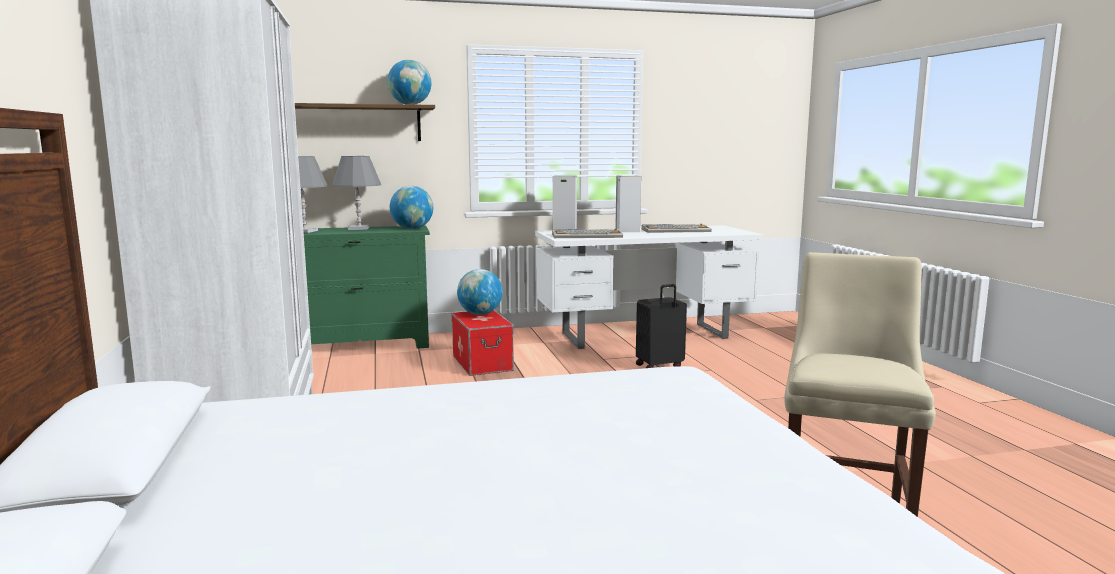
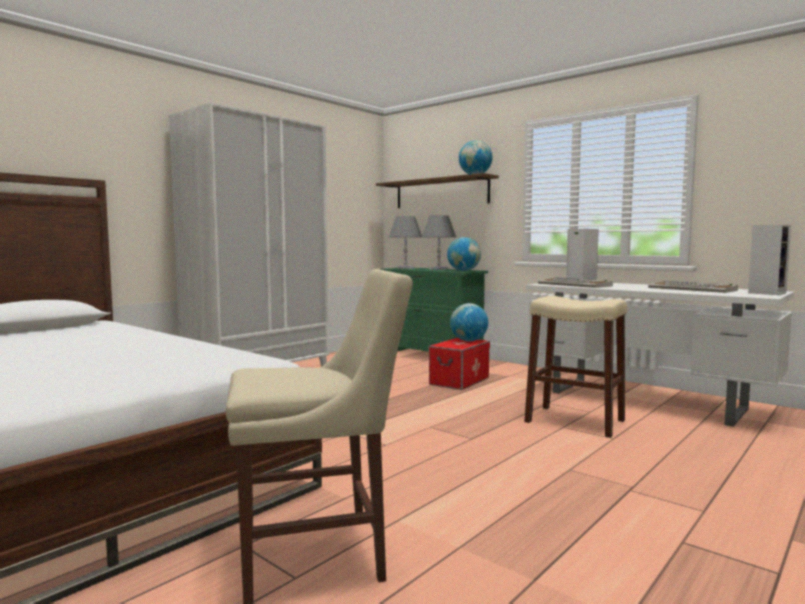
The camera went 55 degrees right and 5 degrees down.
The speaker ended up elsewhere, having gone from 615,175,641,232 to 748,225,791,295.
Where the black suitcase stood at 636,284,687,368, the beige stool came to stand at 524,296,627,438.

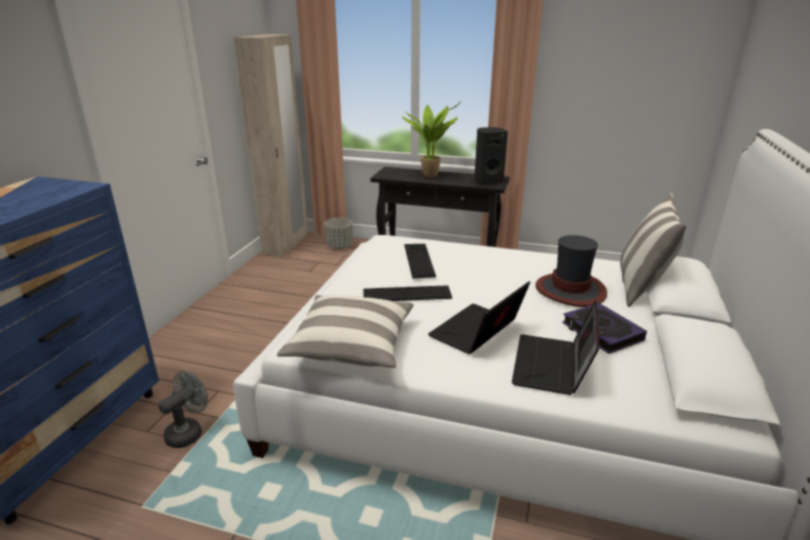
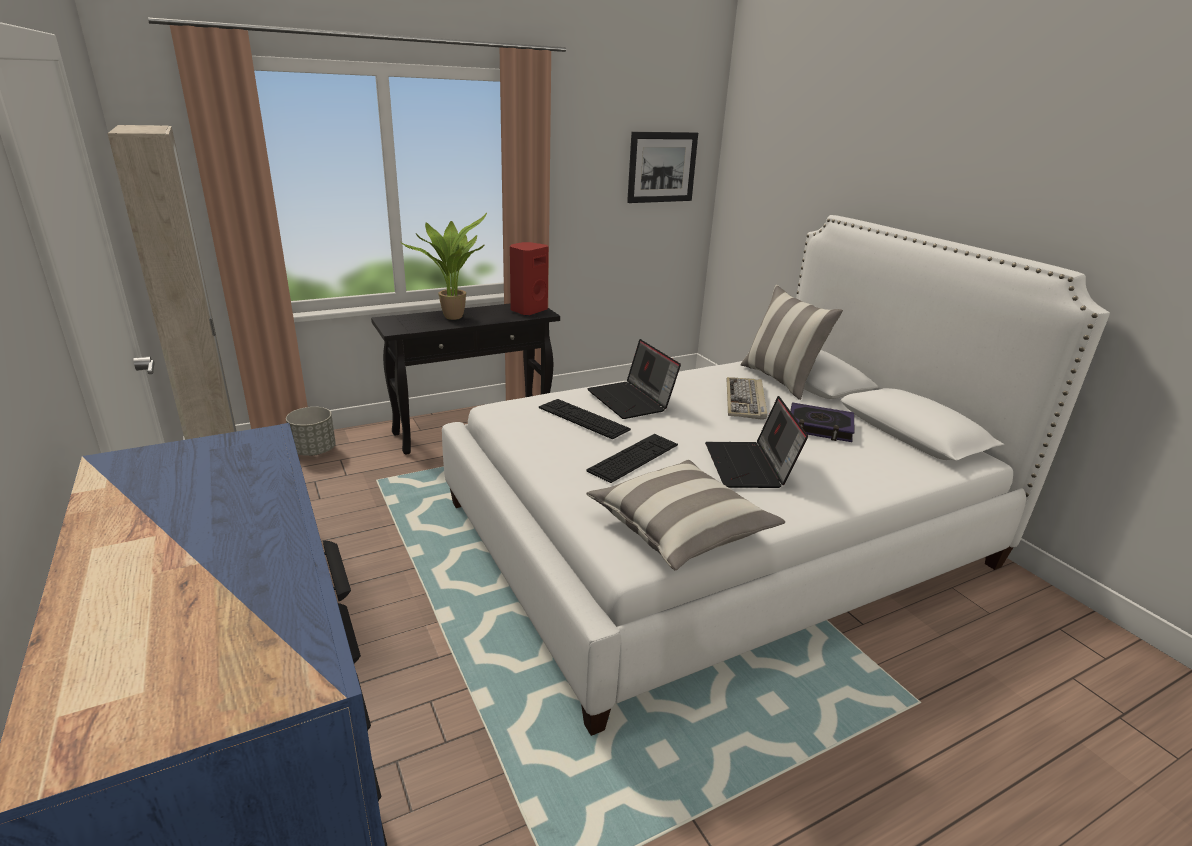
The camera went 45 degrees left and 0 degrees up.
What was the black speaker at 474,127,508,185 turned into the red speaker at 510,242,548,316.
Where the hat stood at 535,235,607,307, the keyboard came to stand at 726,377,767,420.
The laptop ended up elsewhere, having gone from 512,300,600,395 to 587,339,681,419.
The second view lost the grey fan at 158,371,208,448.
The second view gained the picture at 627,132,698,203.

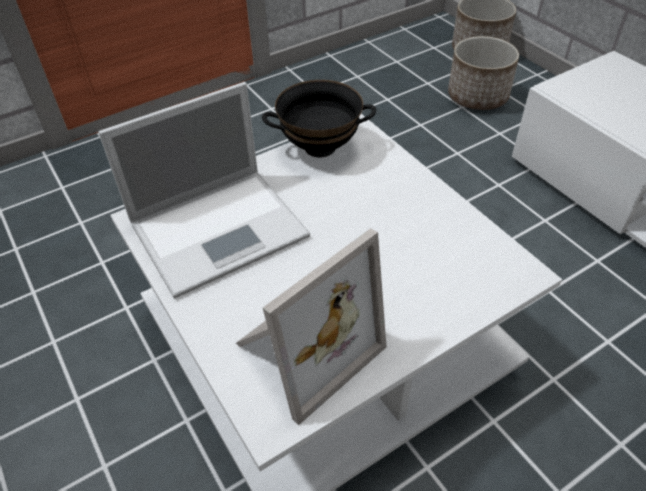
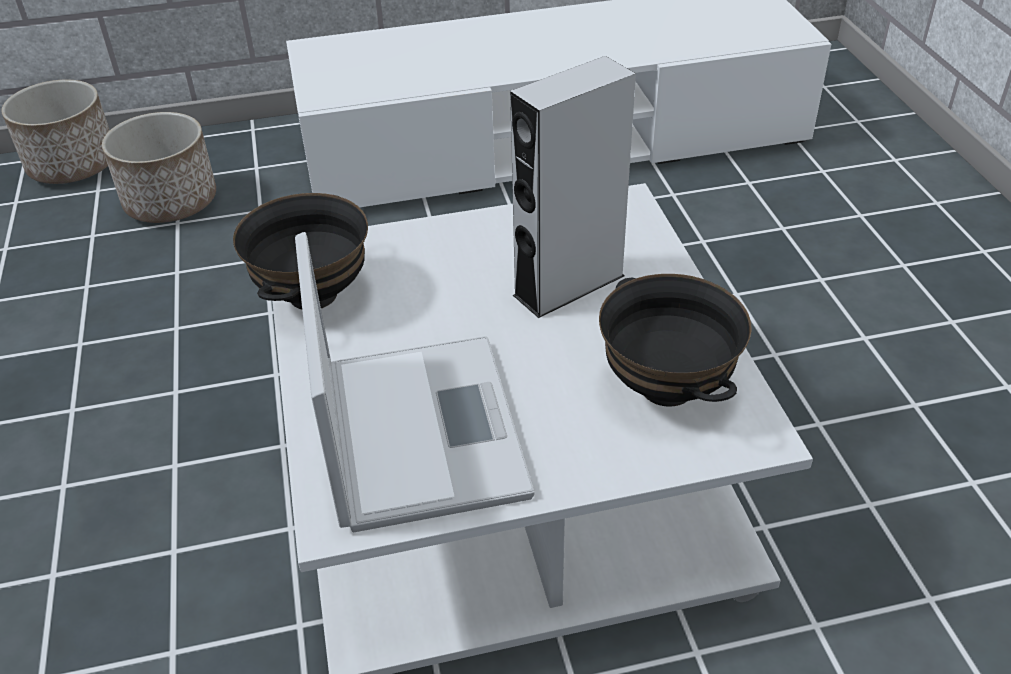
The camera went 70 degrees left and 5 degrees down.
Where the picture frame stood at 236,228,387,425, the black bowl came to stand at 599,274,751,407.
The second view gained the grey speaker at 510,56,636,318.

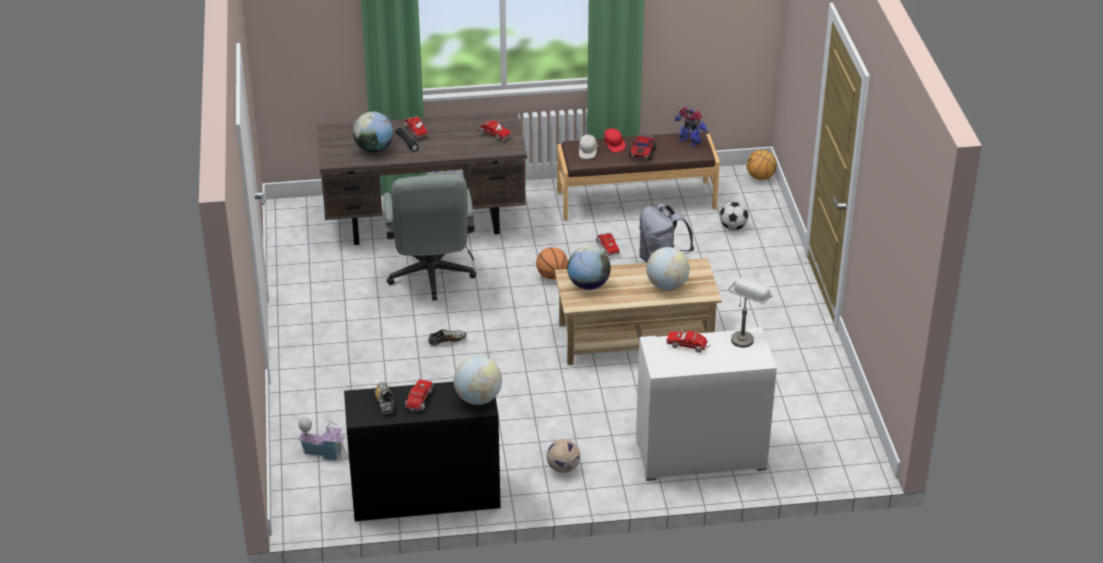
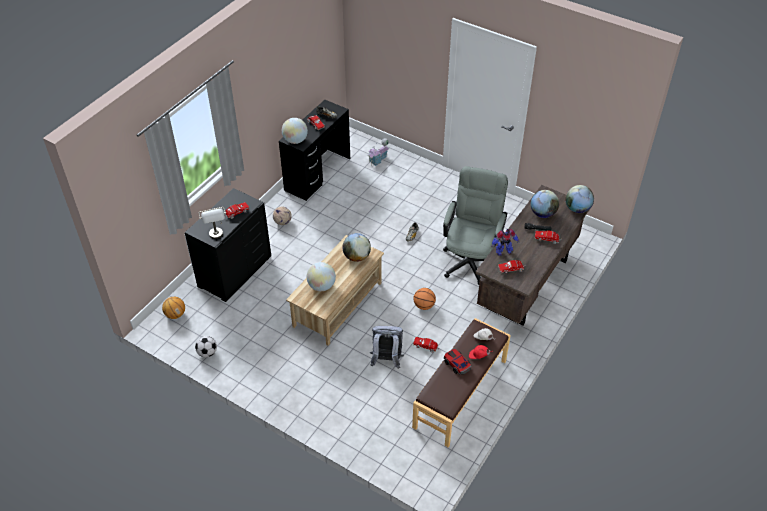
The camera went 130 degrees right and 10 degrees up.
The toy robot ended up elsewhere, having gone from 675,106,708,146 to 491,229,519,256.
The basketball ended up elsewhere, having gone from 747,150,777,180 to 162,297,185,319.
The grey office chair at 383,174,477,301 ended up facing another way, 75 degrees clockwise from before.
The football ended up elsewhere, having gone from 720,201,749,230 to 195,336,217,357.
What was the white dresser at 636,327,777,481 turned into the black dresser at 185,188,271,302.
The second view gained the globe at 565,185,594,213.

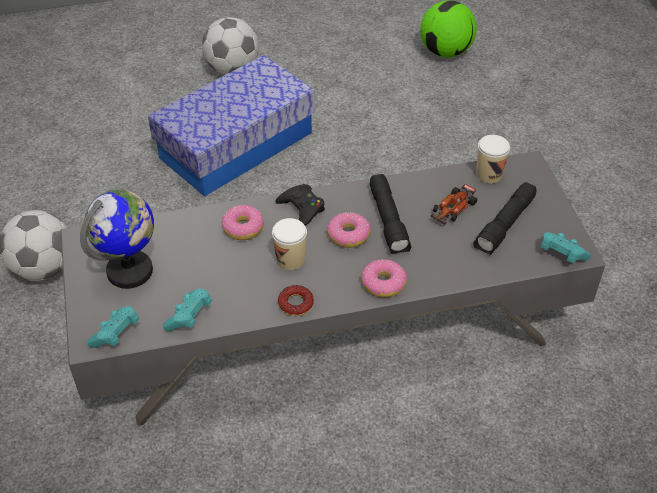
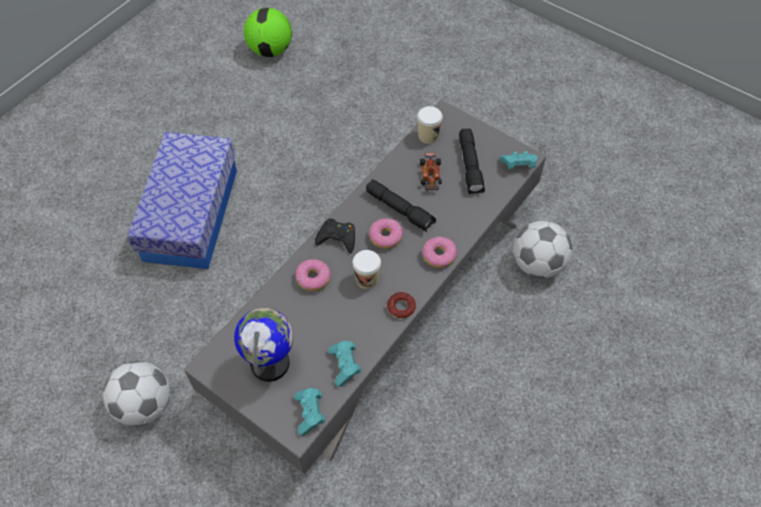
The camera went 40 degrees left and 10 degrees up.
The football ended up elsewhere, having gone from 202,17,259,75 to 513,221,572,278.

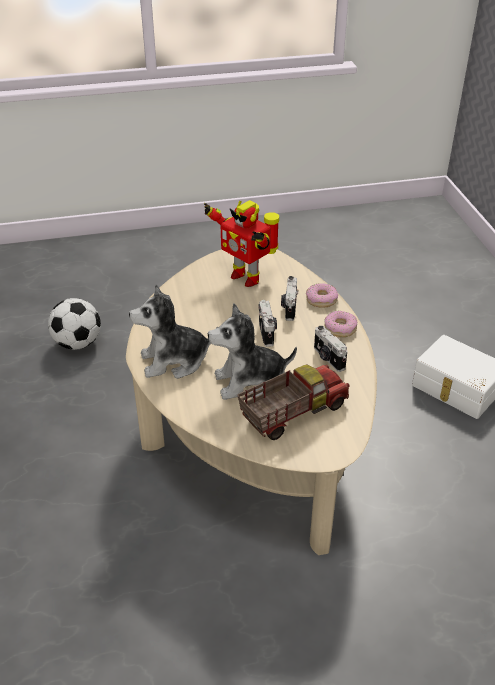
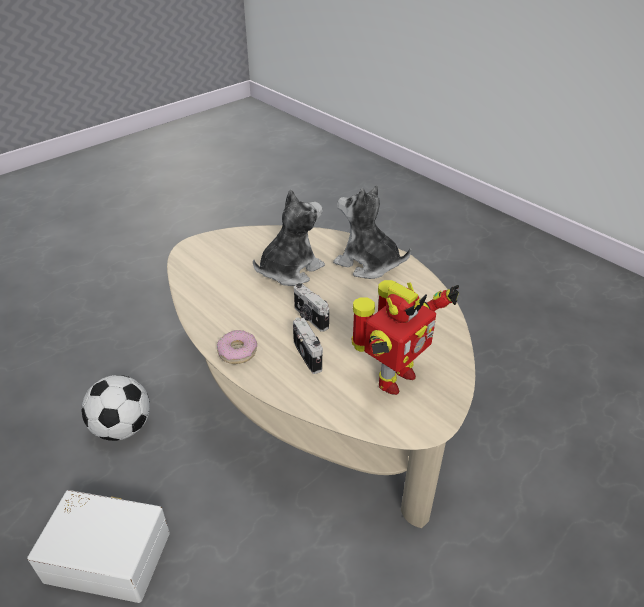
The camera went 150 degrees right and 0 degrees up.
The toy robot at 204,200,279,287 ended up facing another way, 120 degrees clockwise from before.
The second view lost the donut at 306,283,338,308.
The plush toy at 129,284,218,379 ended up facing another way, 105 degrees counterclockwise from before.
The football ended up elsewhere, having gone from 48,298,101,350 to 81,375,150,441.
The second view lost the photo camera at 314,326,347,372.
The second view lost the toy truck at 237,364,350,440.

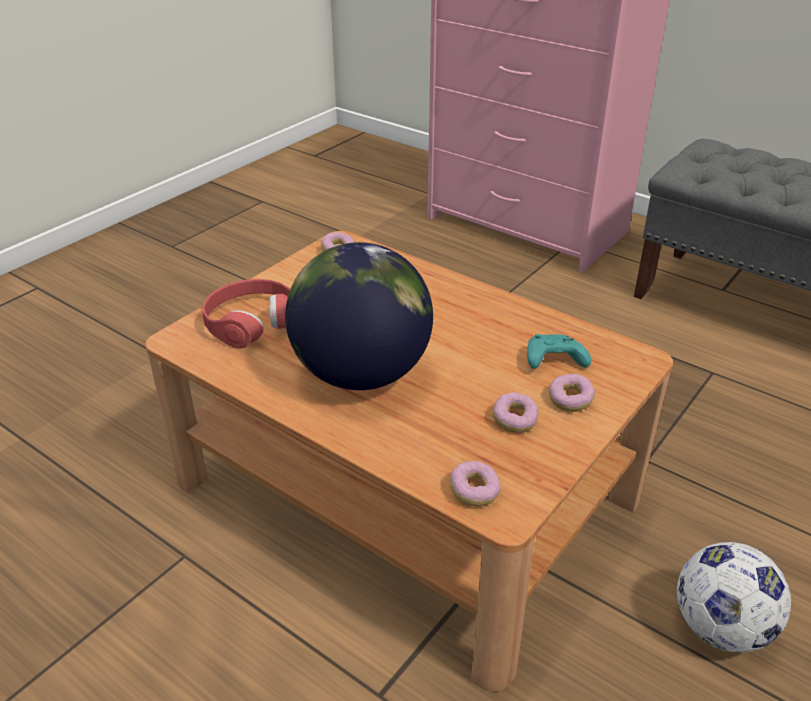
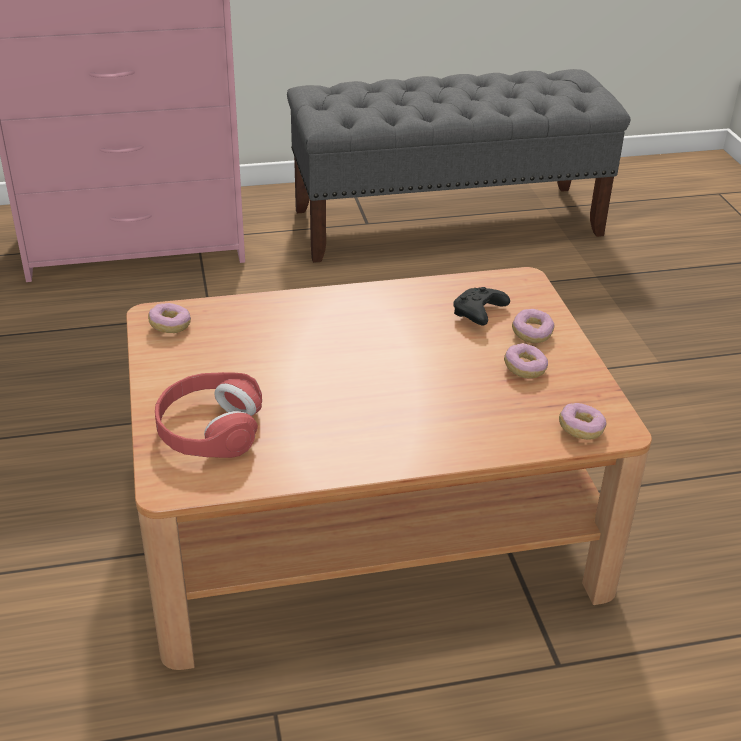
The camera went 50 degrees left and 0 degrees up.
The second view lost the globe at 285,242,433,390.
What was the turquoise game controller at 527,334,591,369 turned into the black game controller at 453,287,510,326.
The second view lost the football at 677,542,791,652.

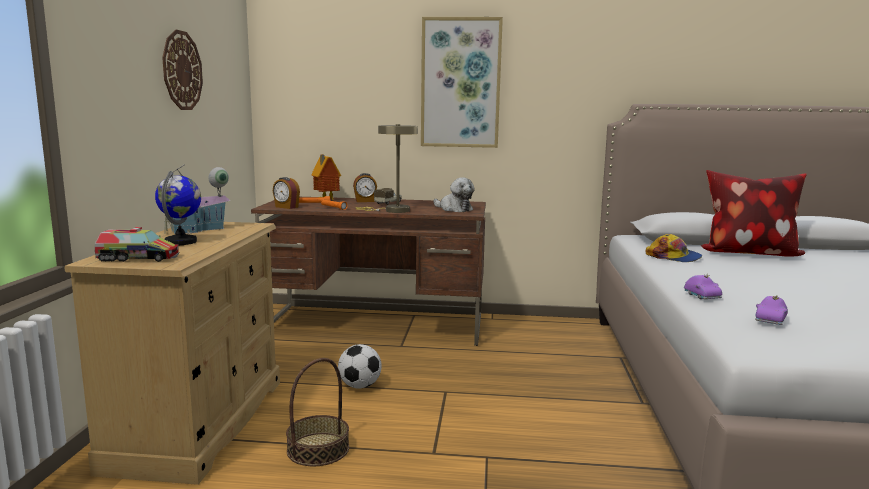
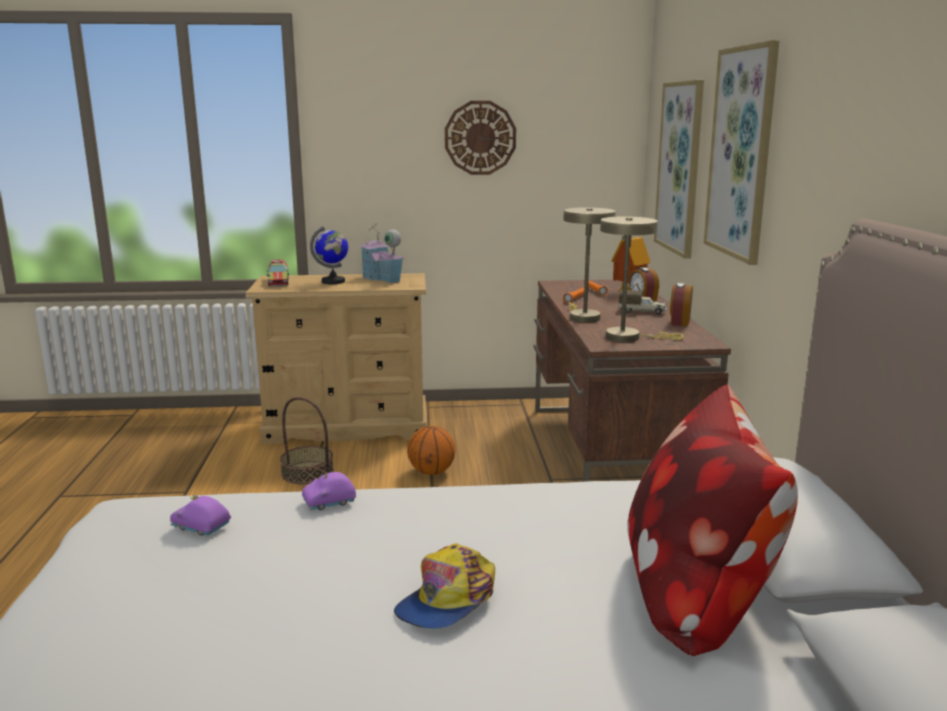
The camera went 80 degrees right and 5 degrees up.
The alarm clock ended up elsewhere, having gone from 273,177,300,209 to 670,283,693,326.
Where the plush toy stood at 433,178,475,212, the beige table lamp came to stand at 600,216,684,342.
The cap ended up elsewhere, having gone from 646,234,702,262 to 394,543,495,629.
Where the football stood at 338,344,382,389, the basketball came to stand at 407,426,455,475.
The second view gained the picture at 654,80,704,259.

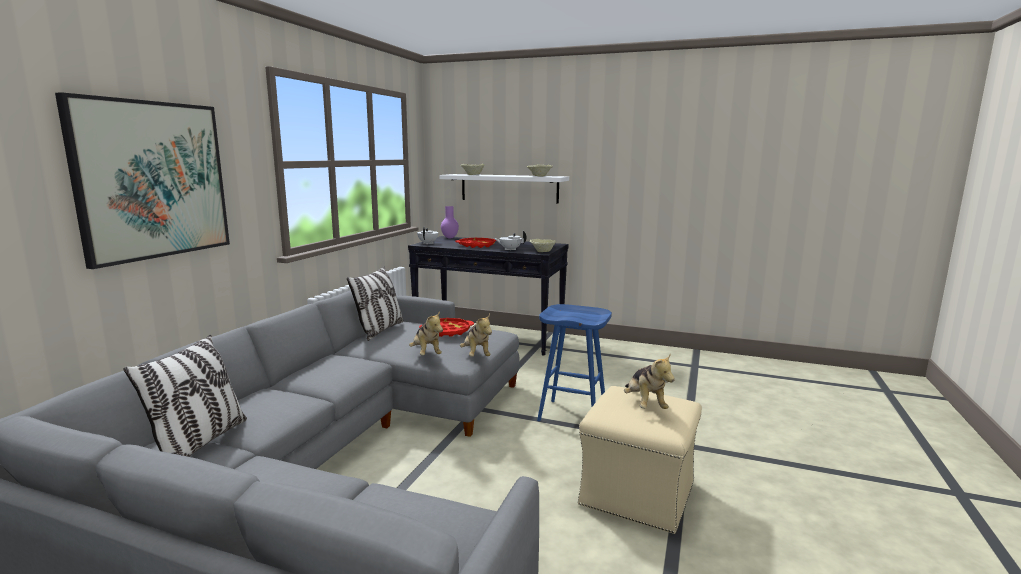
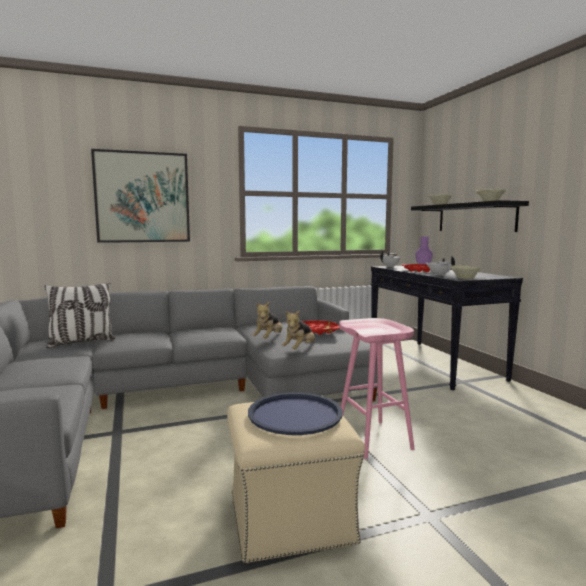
The camera went 50 degrees right and 5 degrees down.
What was the white shelf at 439,174,569,204 turned into the black shelf at 411,200,529,232.
The second view lost the pillow at 347,267,404,341.
What was the blue stool at 537,304,612,421 turned into the pink stool at 339,318,415,459.
Where the plush toy stood at 624,353,675,409, the blue tray came to stand at 248,393,343,435.

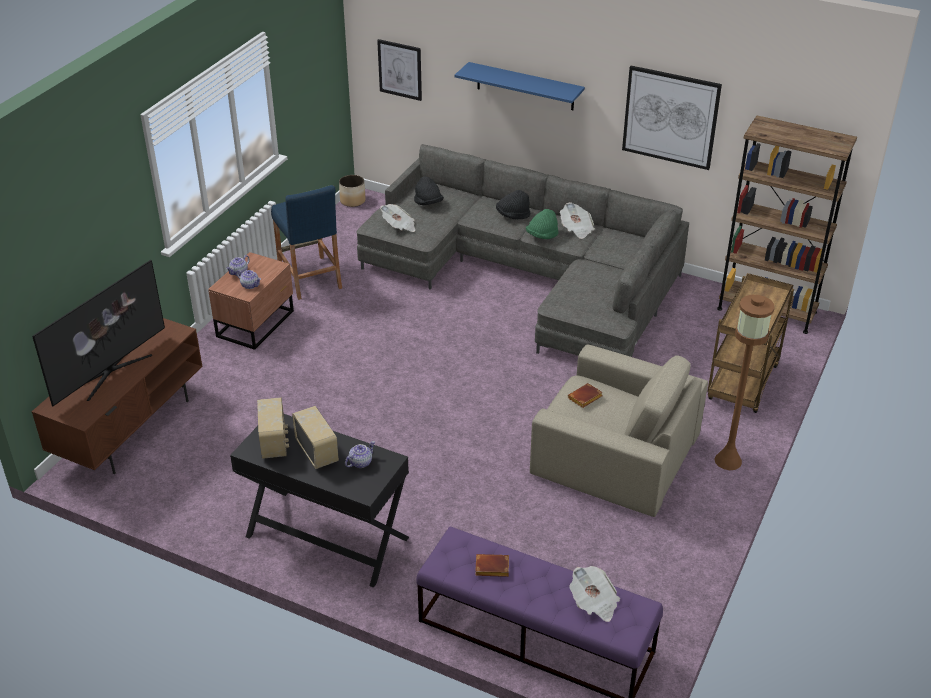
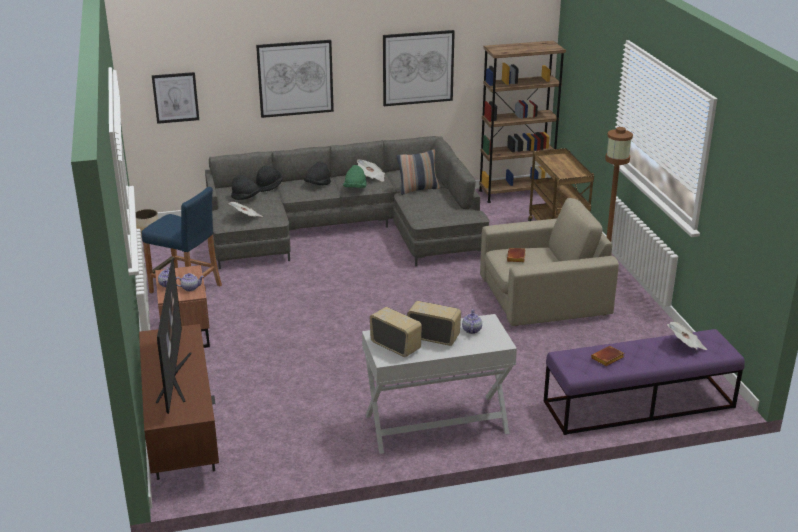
The camera went 40 degrees left and 10 degrees down.
Where the blue shelf hung at 454,62,585,110, the picture came to hang at 256,40,334,118.
What was the black console table at 230,414,409,588 turned into the white console table at 362,314,517,454.
The second view gained the pillow at 397,149,440,195.
The second view gained the black hat at 256,166,283,192.

